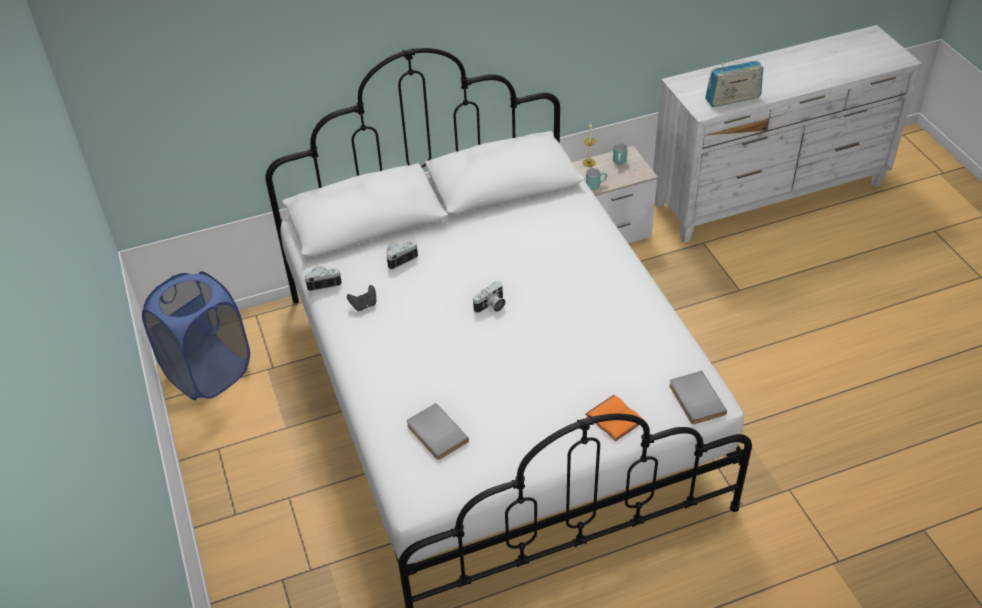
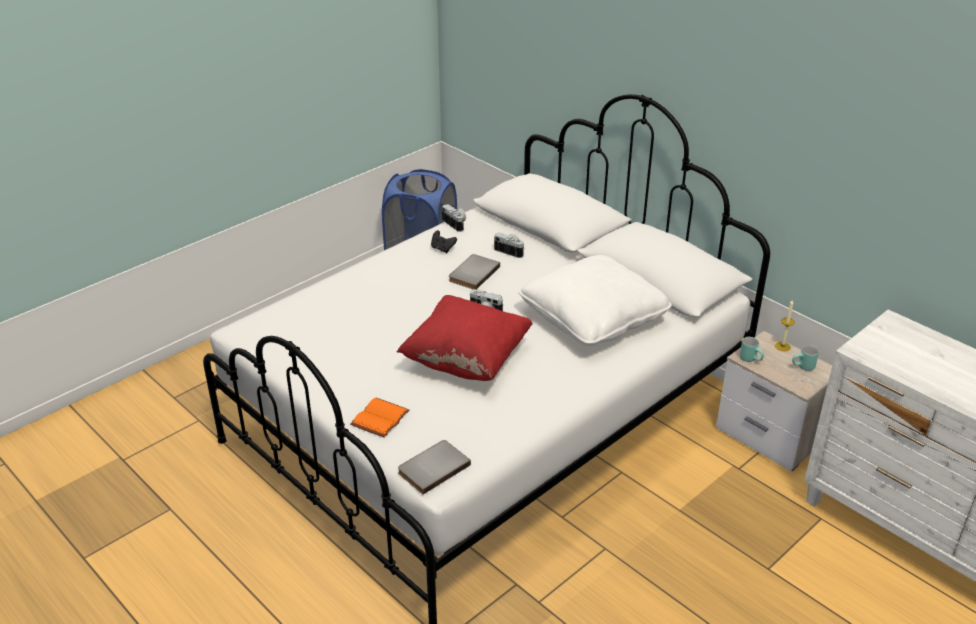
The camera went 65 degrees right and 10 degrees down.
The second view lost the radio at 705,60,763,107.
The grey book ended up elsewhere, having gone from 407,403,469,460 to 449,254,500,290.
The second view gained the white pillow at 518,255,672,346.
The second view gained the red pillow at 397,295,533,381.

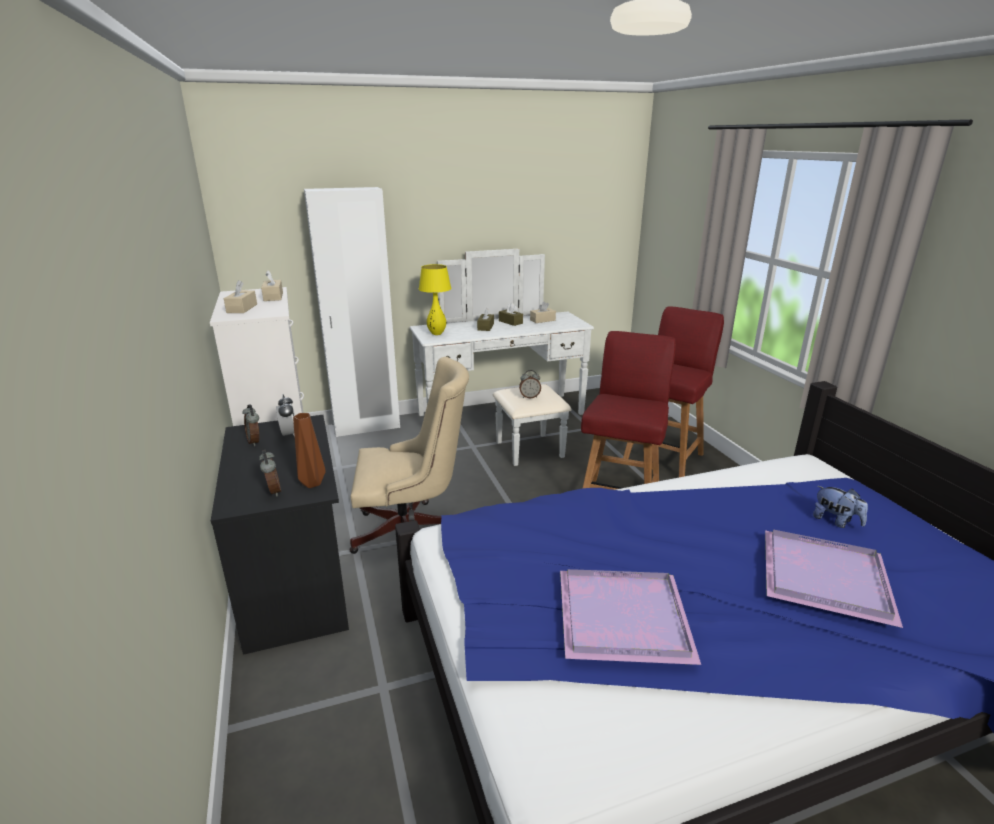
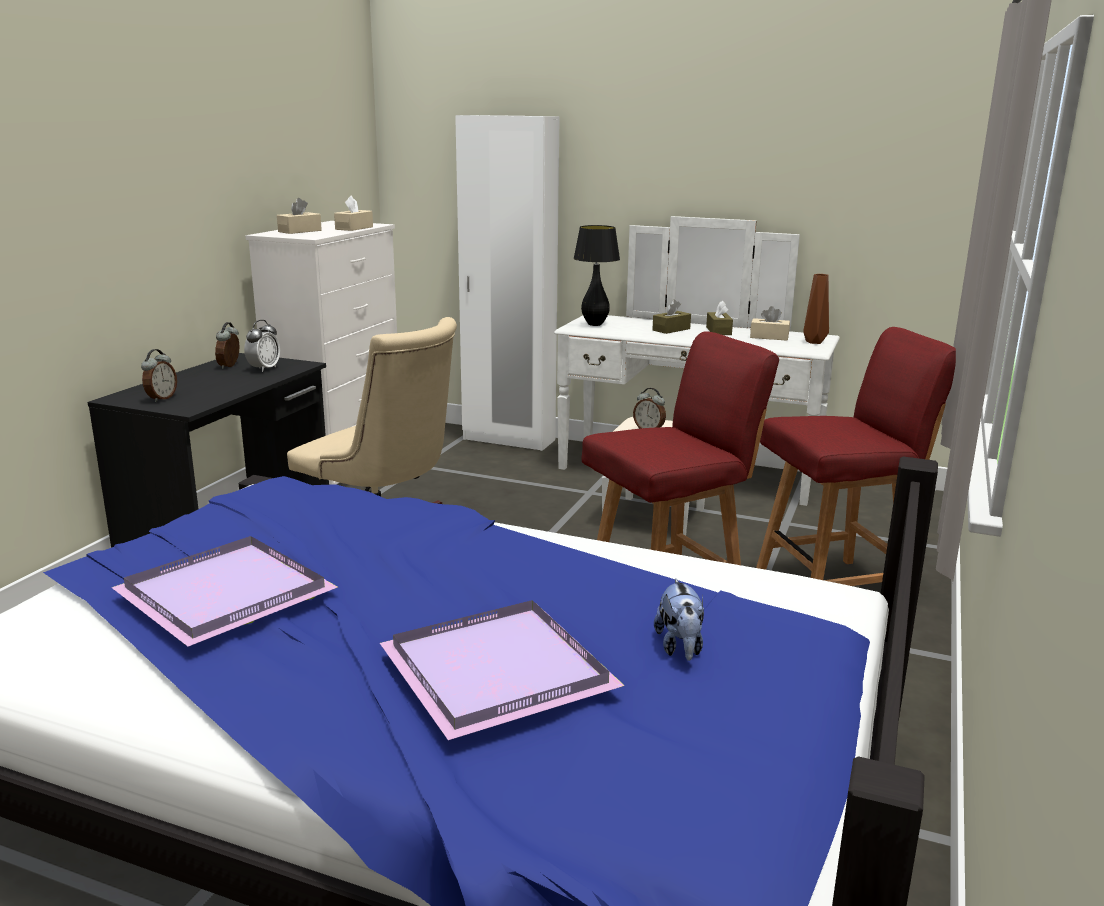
The camera went 40 degrees right and 5 degrees down.
What was the yellow table lamp at 419,264,452,335 turned into the black table lamp at 573,225,620,326.
The brown vase ended up elsewhere, having gone from 293,413,326,488 to 803,274,829,344.

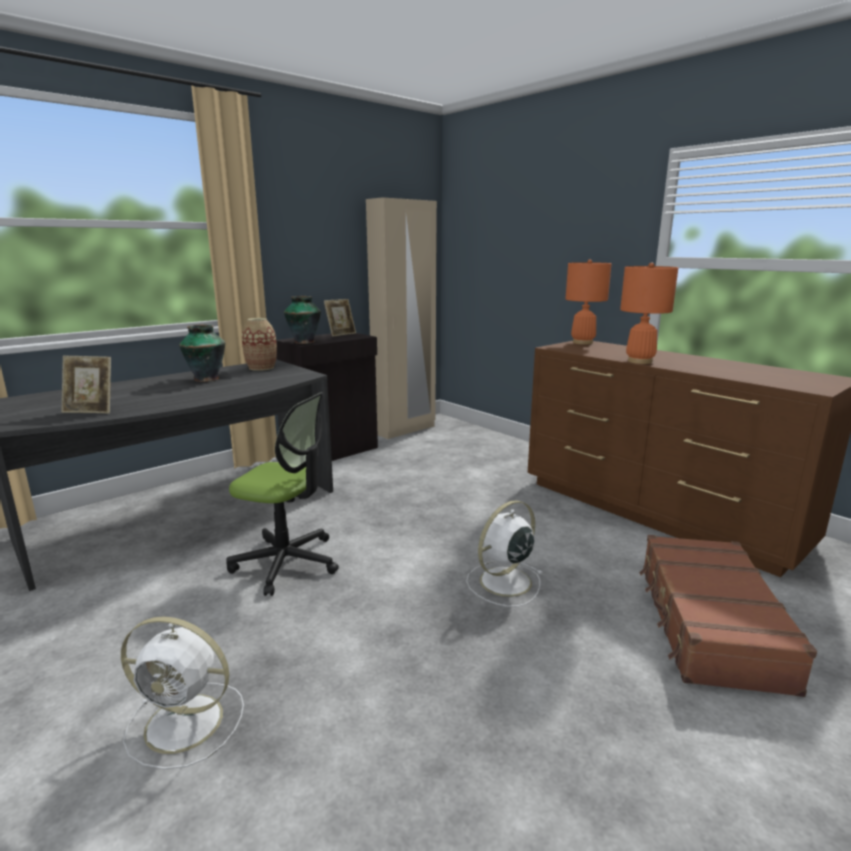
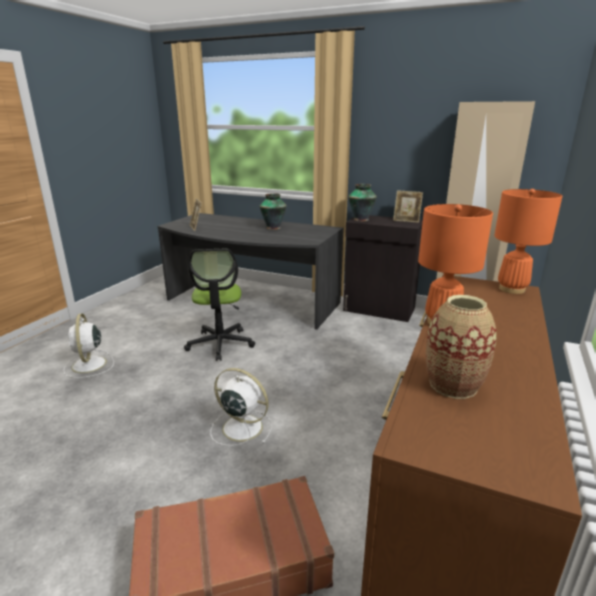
The camera went 65 degrees right and 5 degrees up.
The vase ended up elsewhere, having gone from 242,318,277,371 to 426,295,496,399.

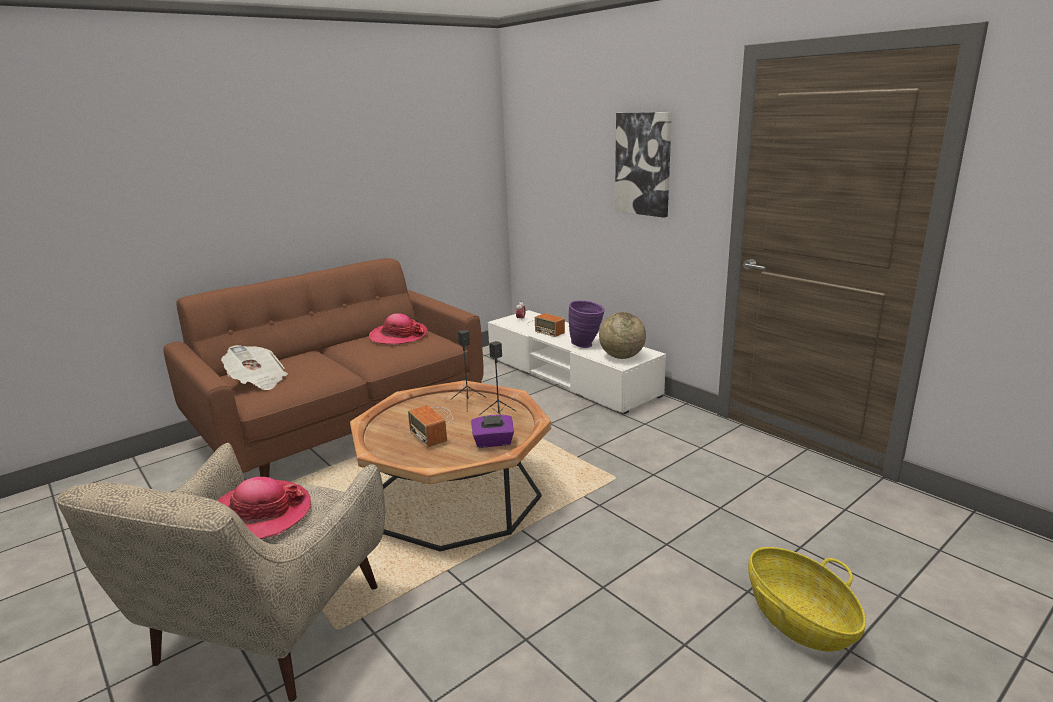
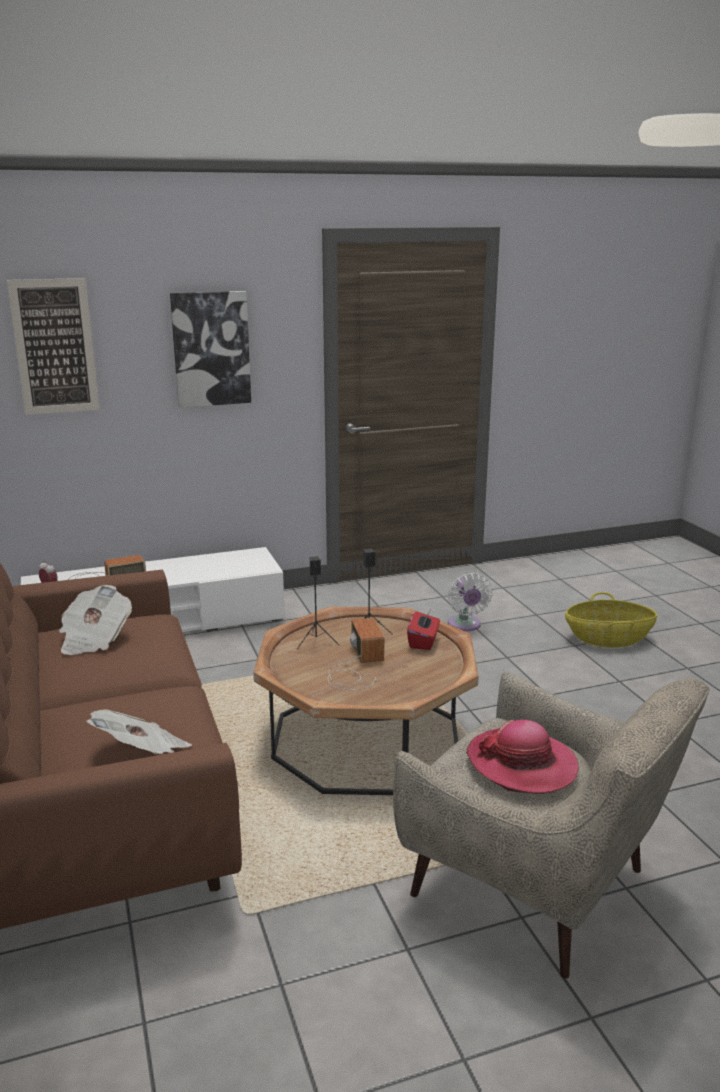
The camera went 70 degrees left and 0 degrees up.
The second view lost the purple vase at 569,300,605,348.
The second view lost the globe at 599,312,646,359.
Where the hat stood at 369,313,427,345, the newspaper came to stand at 59,585,132,655.
The radio at 408,405,453,448 ended up facing another way, 90 degrees counterclockwise from before.
What was the purple tissue box at 471,415,514,448 turned into the red tissue box at 407,611,440,650.
The second view gained the picture at 7,278,100,415.
The second view gained the white fan at 448,573,492,631.

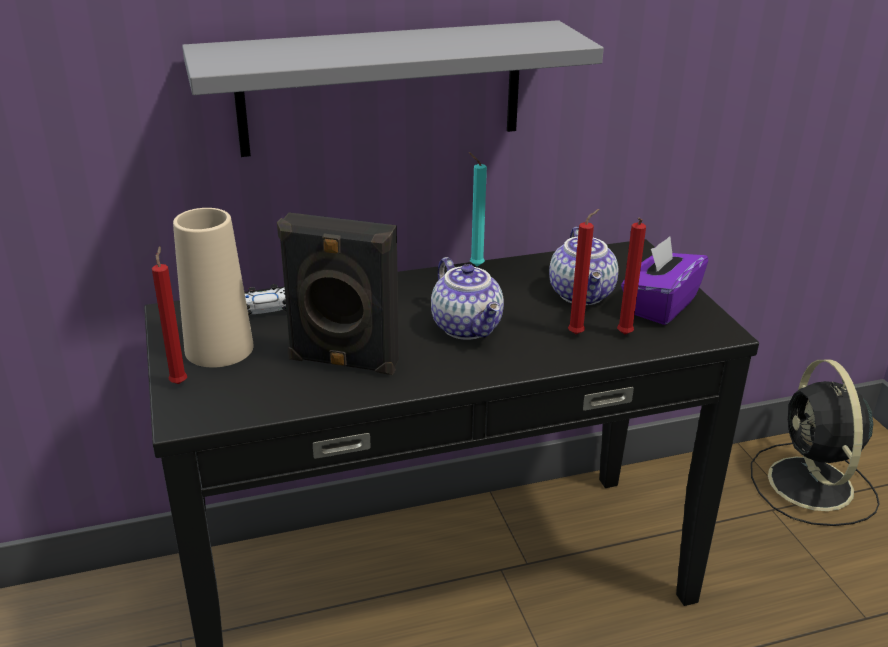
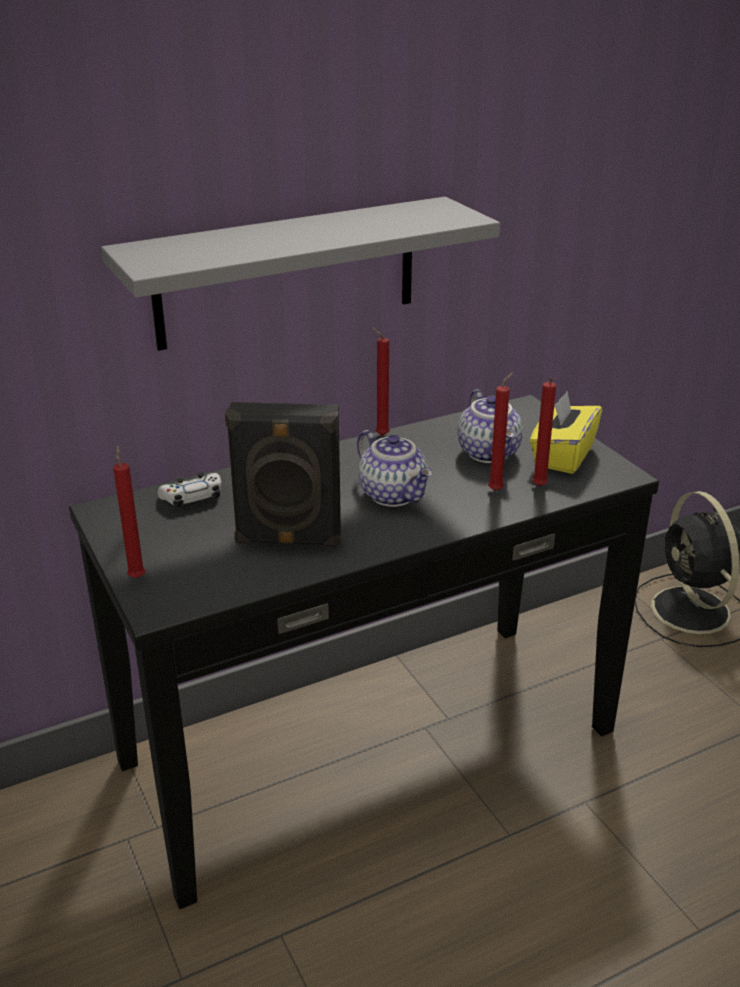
The camera went 10 degrees left and 0 degrees up.
What was the turquoise candle at 469,152,487,266 turned into the red candle at 371,327,390,436.
The second view lost the beige vase at 173,208,254,368.
What was the purple tissue box at 621,236,708,325 turned into the yellow tissue box at 530,391,602,474.

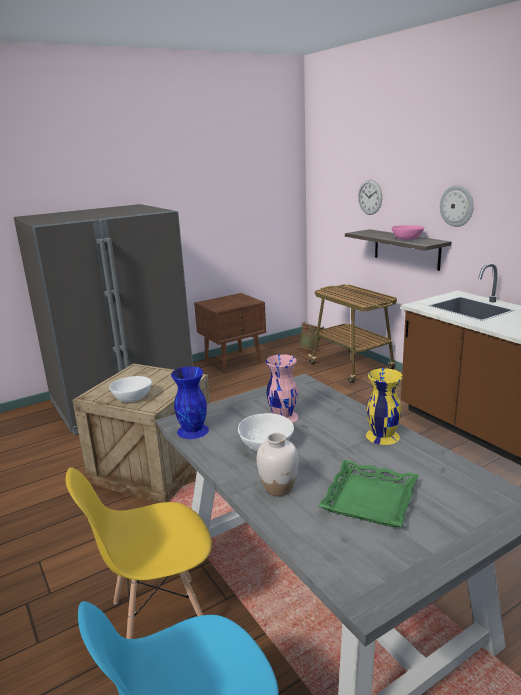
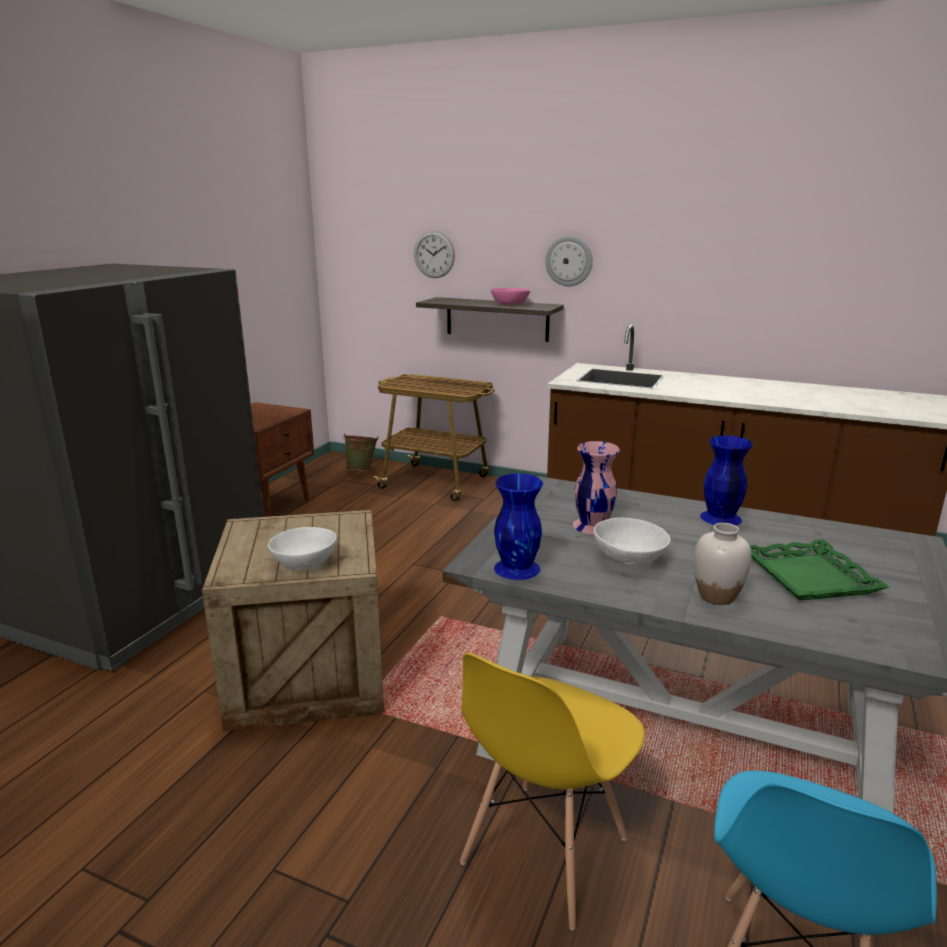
The camera went 35 degrees left and 0 degrees up.
What was the yellow vase at 366,368,403,445 turned into the blue vase at 700,435,753,525.

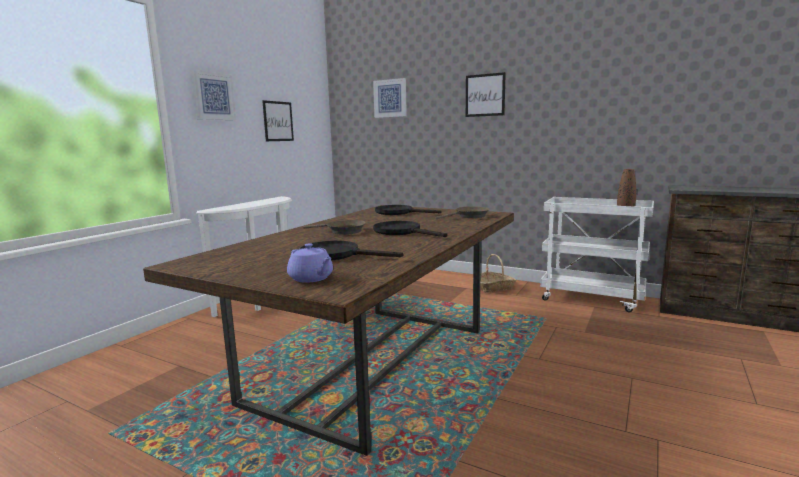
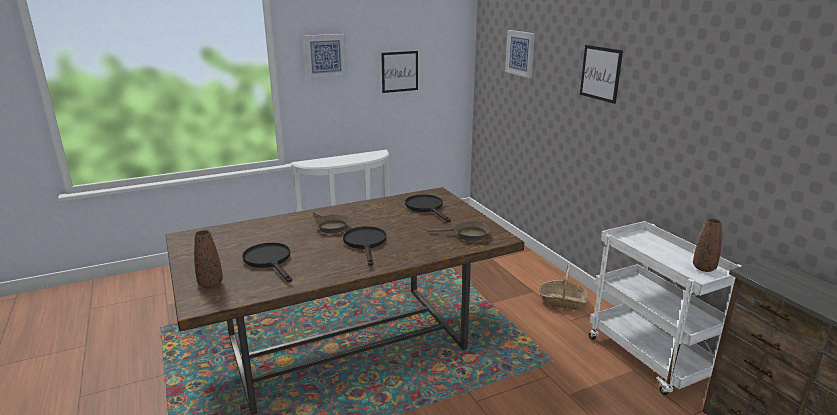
The camera went 35 degrees right and 10 degrees up.
Where the purple teapot stood at 287,243,333,283, the brown vase came to stand at 194,230,223,288.

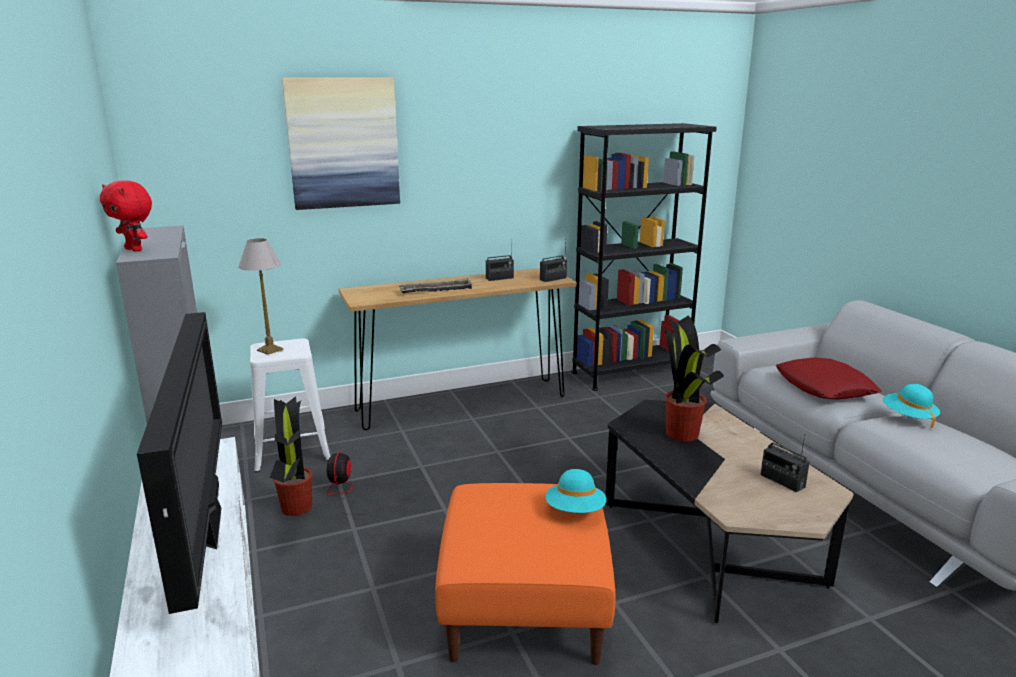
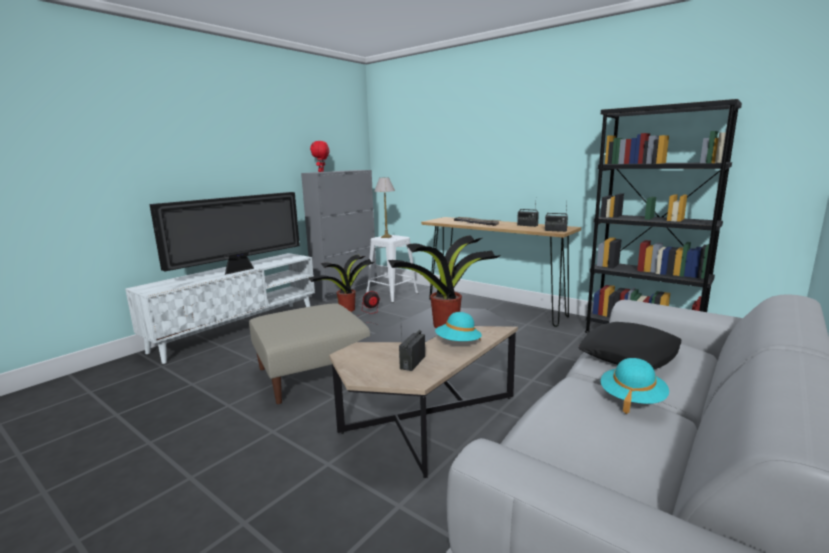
The camera went 60 degrees right and 5 degrees down.
The second view lost the picture at 282,78,400,210.
What was the red pillow at 776,358,882,399 turned into the black pillow at 578,322,682,369.
The turquoise hat ended up elsewhere, having gone from 545,469,607,513 to 435,312,482,341.
What was the orange ottoman at 435,483,615,665 turned into the beige ottoman at 249,303,370,404.

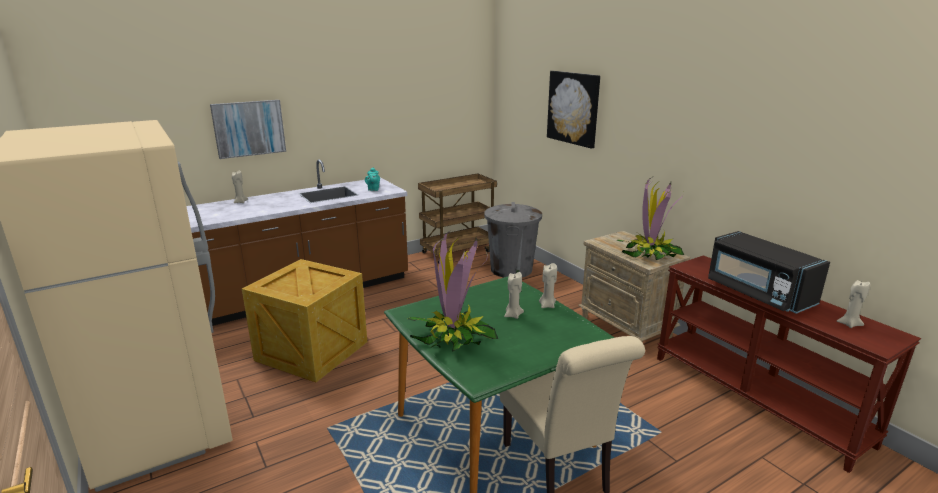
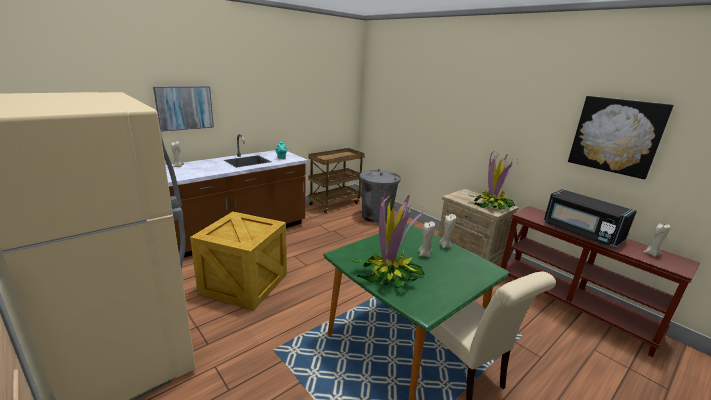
The camera went 10 degrees left and 0 degrees up.
The picture ended up elsewhere, having gone from 547,71,600,148 to 568,96,674,179.

